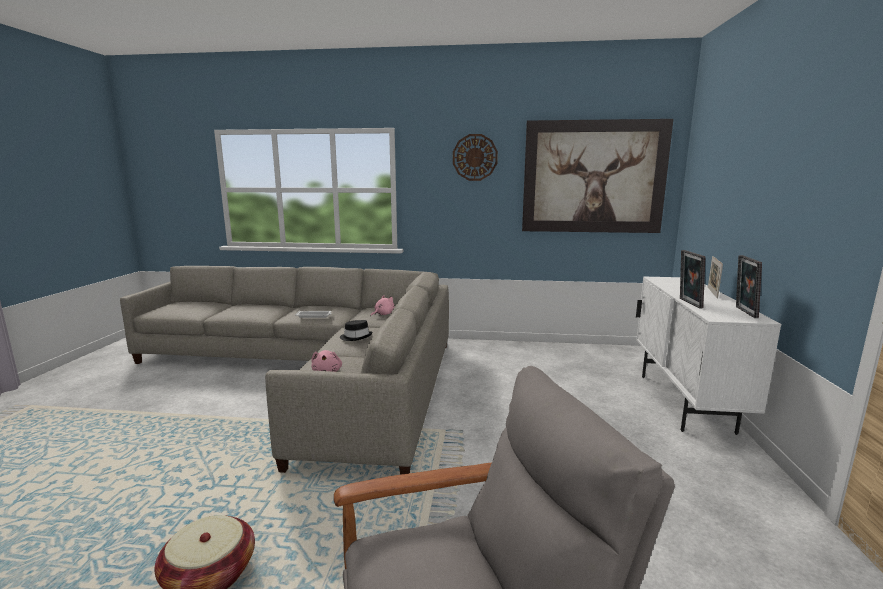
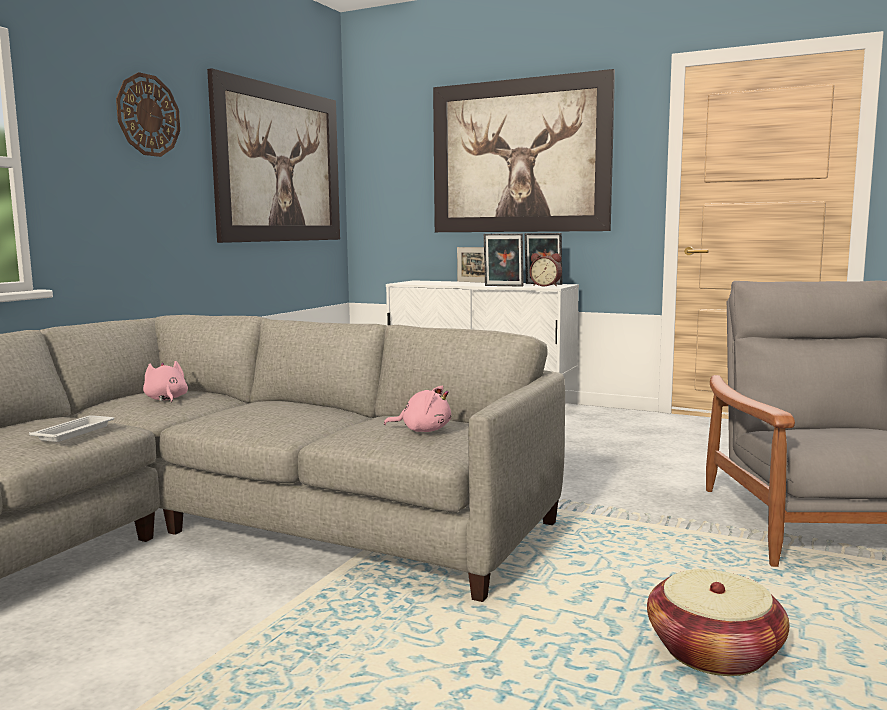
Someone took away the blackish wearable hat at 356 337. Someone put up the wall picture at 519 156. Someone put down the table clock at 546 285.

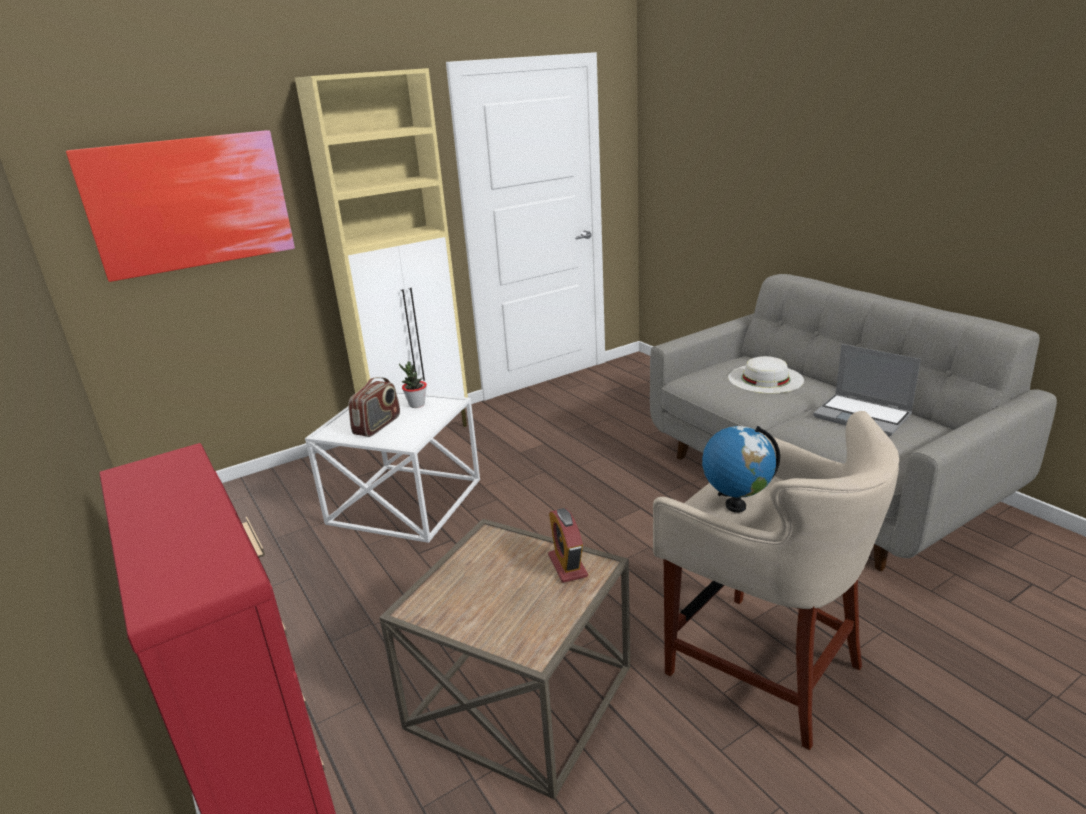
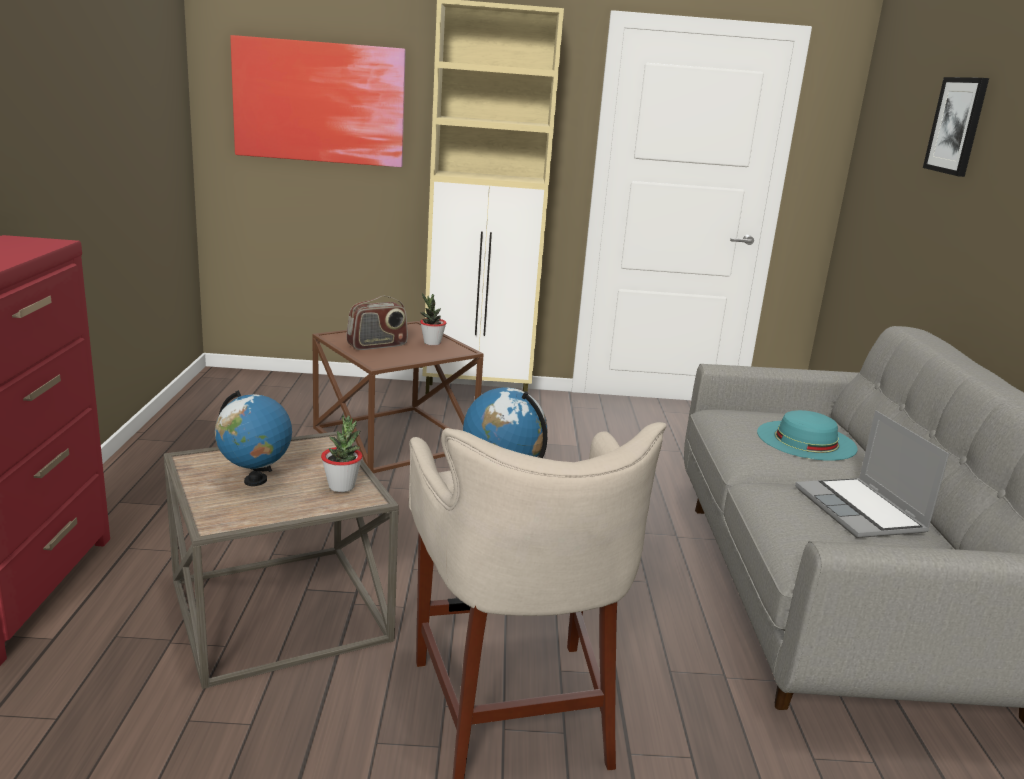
Someone put down the world globe at 255 481. Someone put up the wall picture at 957 126. Someone swapped the table clock at 567 566 for the plant in a pot at 342 486. Someone repainted the white-coloured accent table at 405 500, which became the brown accent table at 394 437. Someone repainted the white-coloured wearable hat at 765 378, which became the turquoise wearable hat at 806 440.

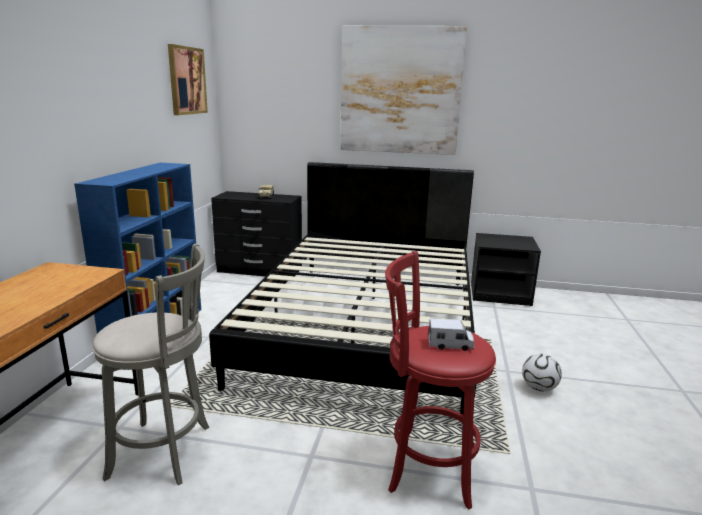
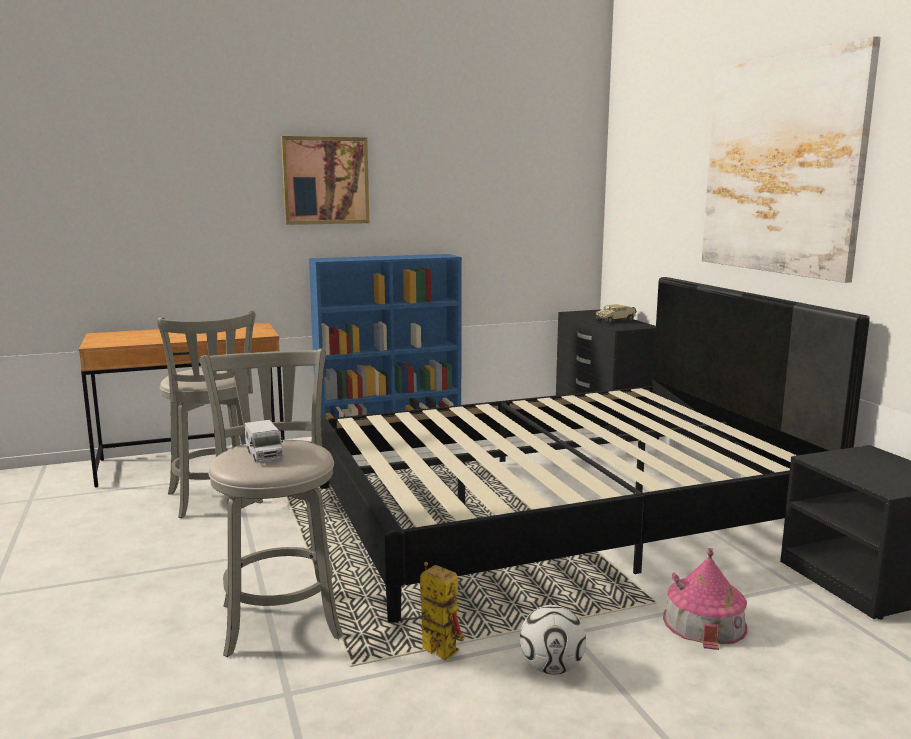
Someone put down the model robot at 431 649. Someone put down the model house at 704 622. Someone carried the wall picture from 187 81 to 325 180. Someone repainted the red-coloured stool at 427 467, which became the grey stool at 281 617.

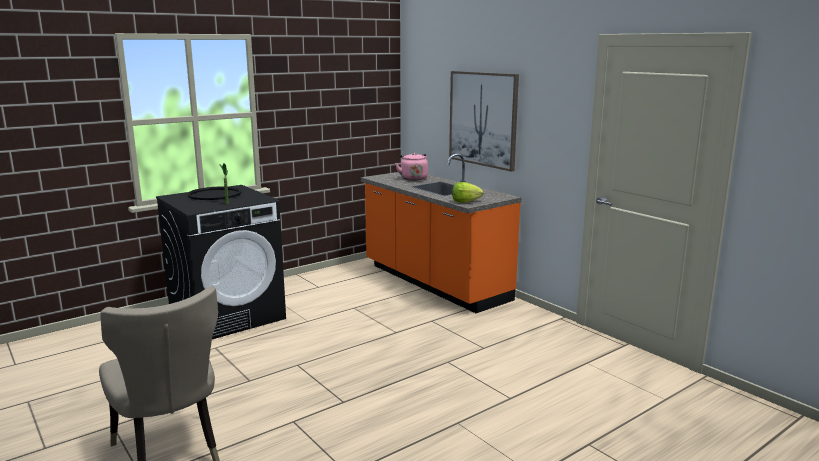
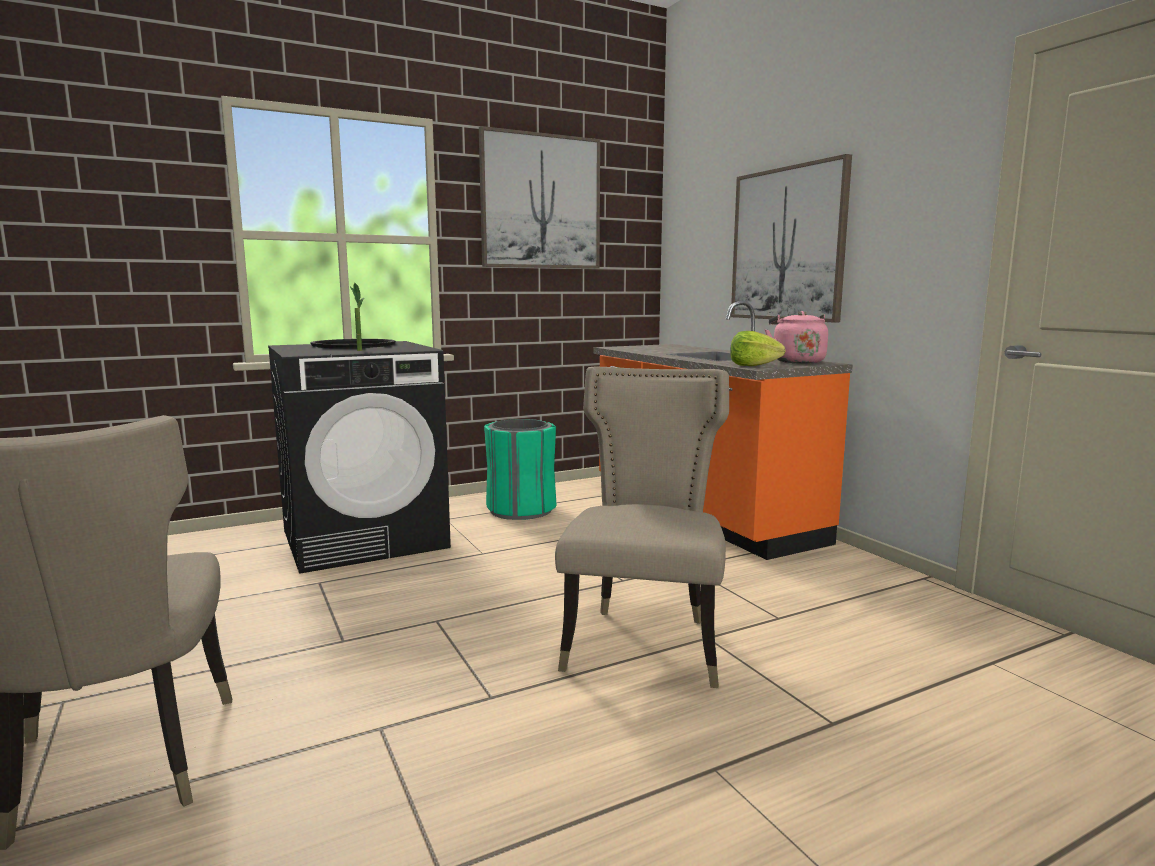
Someone put up the wall picture at 541 202. Someone put down the green-coloured trash can at 521 510. Someone put down the beige plain chair at 645 643. Someone carried the pink kettle from 413 178 to 796 361.

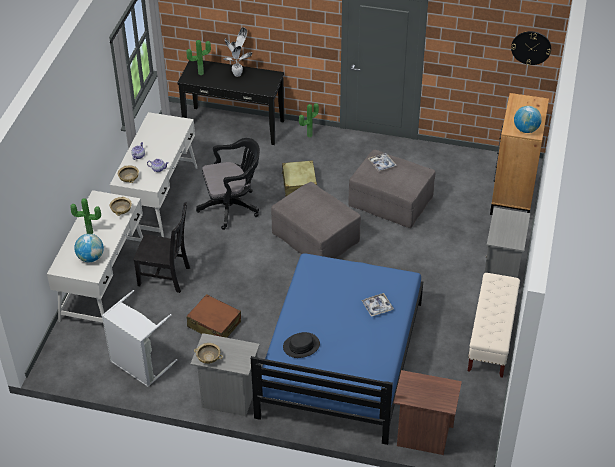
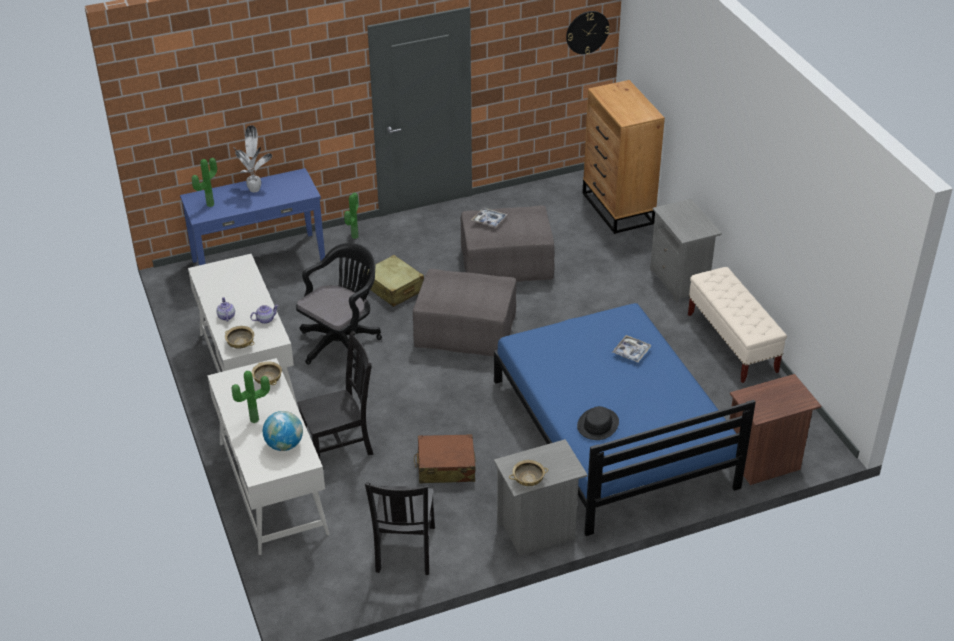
Someone took away the world globe at 526 129. Someone swapped the grey washing basket at 139 365 for the blackish plain chair at 405 551. Someone repainted the blackish hall table at 234 125, which became the blue hall table at 258 260.

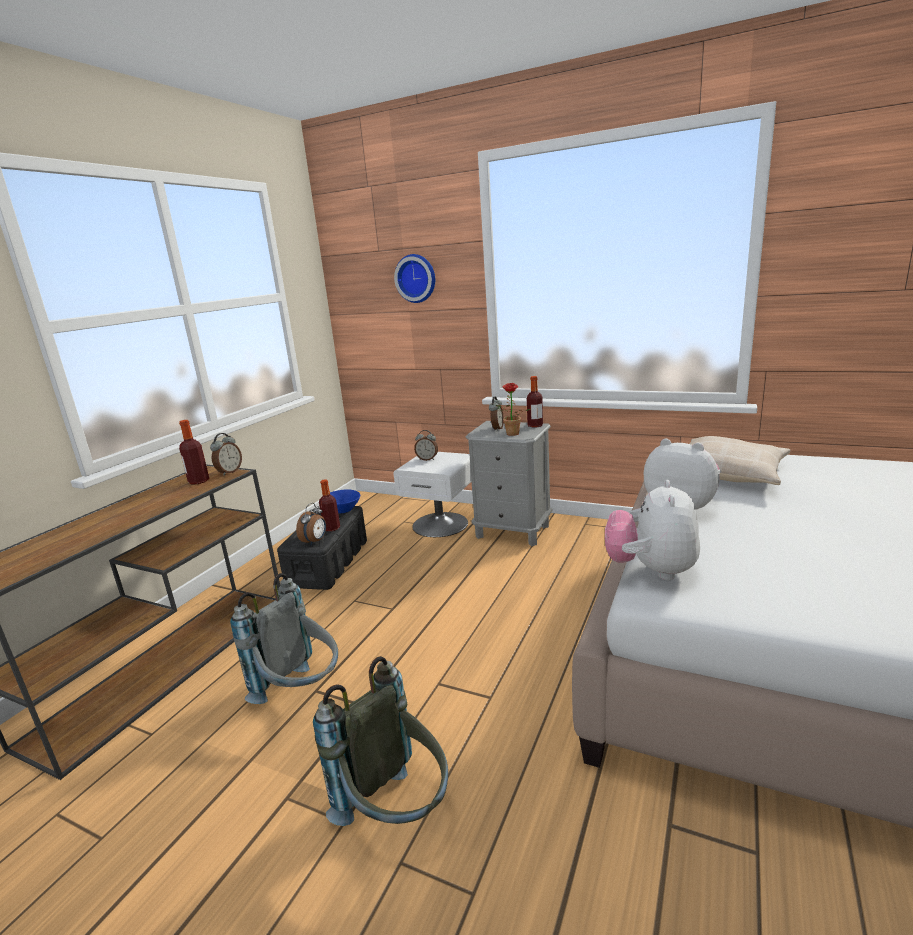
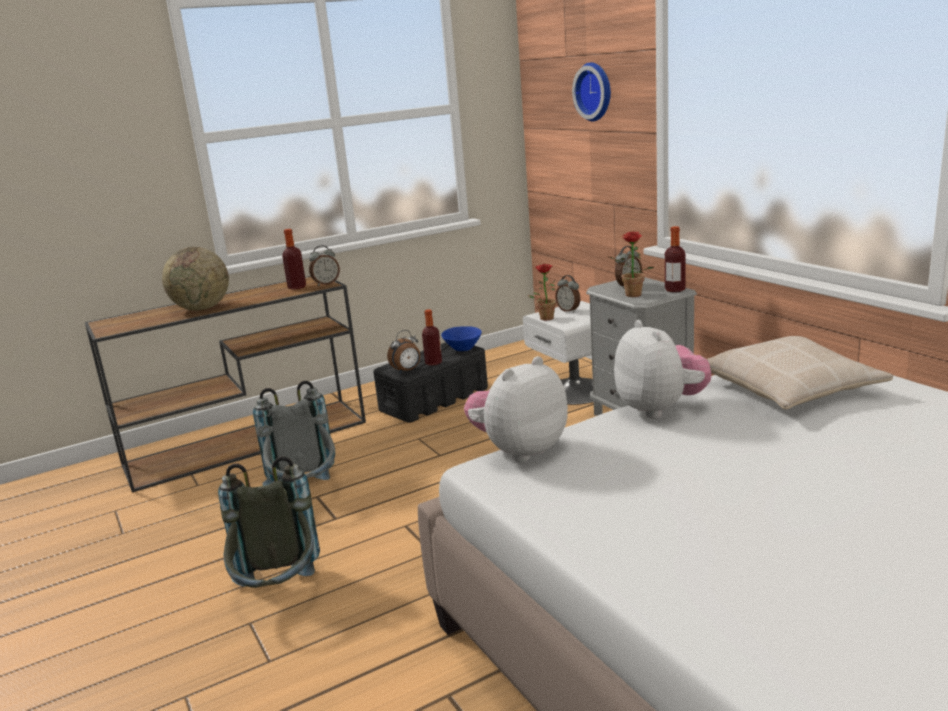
Someone put down the world globe at 202 308. Someone put down the plant in a pot at 545 317.

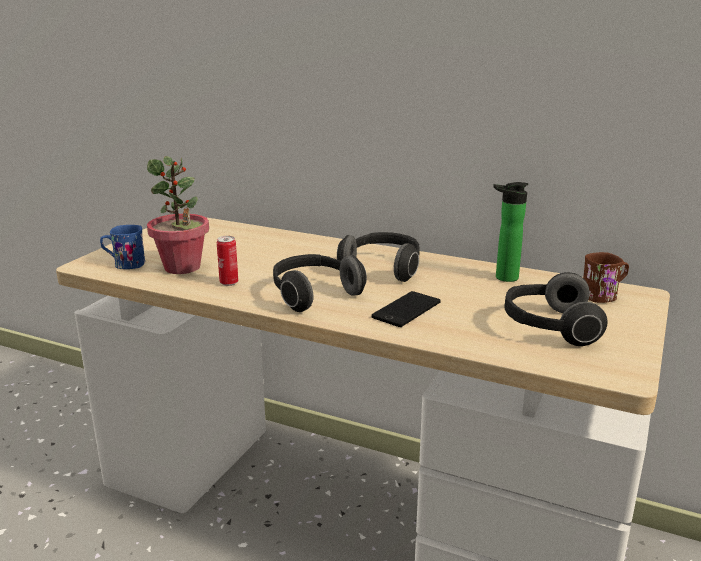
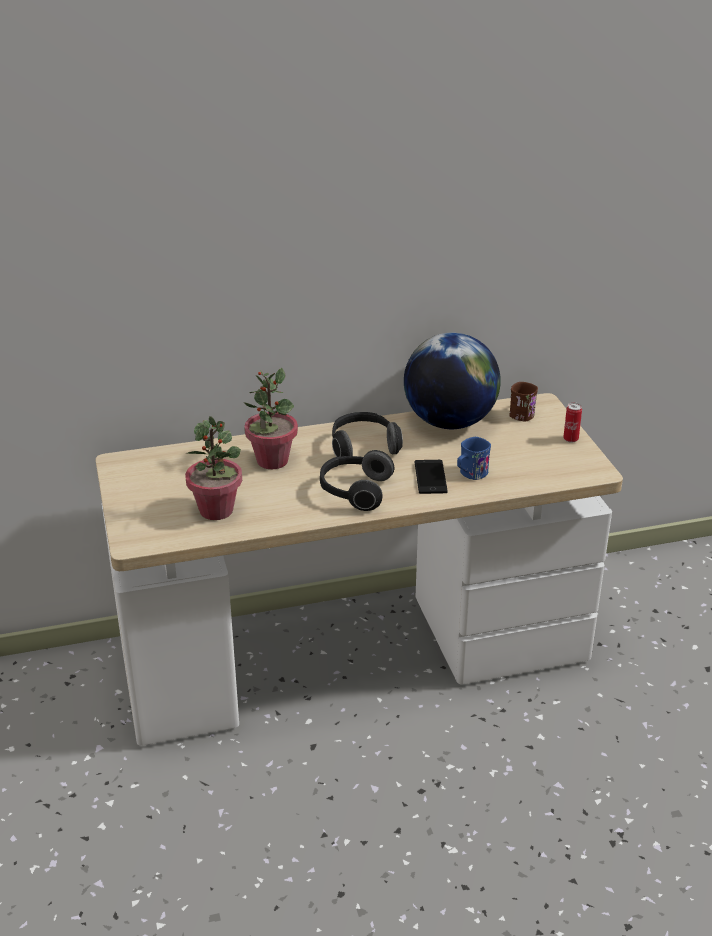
Someone took away the headset at 548 327. Someone put down the plant in a pot at 272 461. Someone carried the blue tea mug from 124 264 to 470 474. Someone carried the sealed can from 229 283 to 570 439. Someone swapped the drink bottle at 503 278 for the world globe at 449 422.

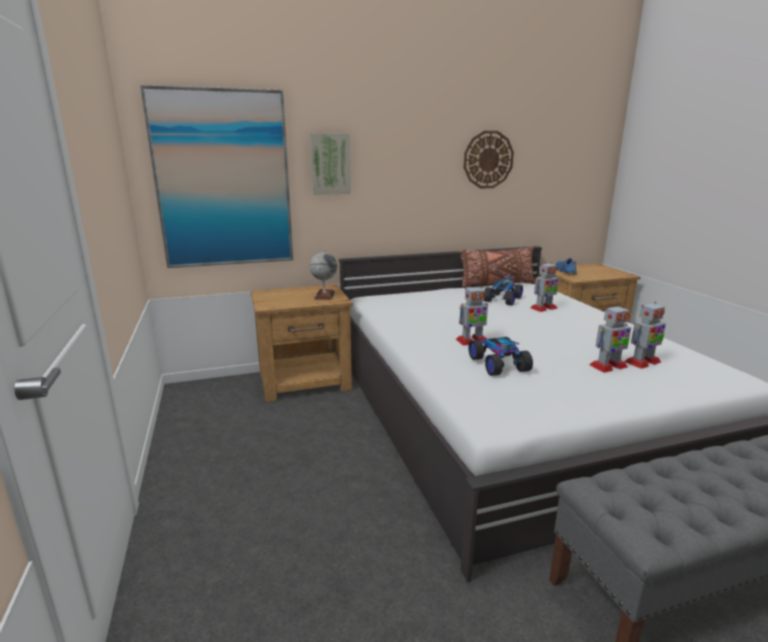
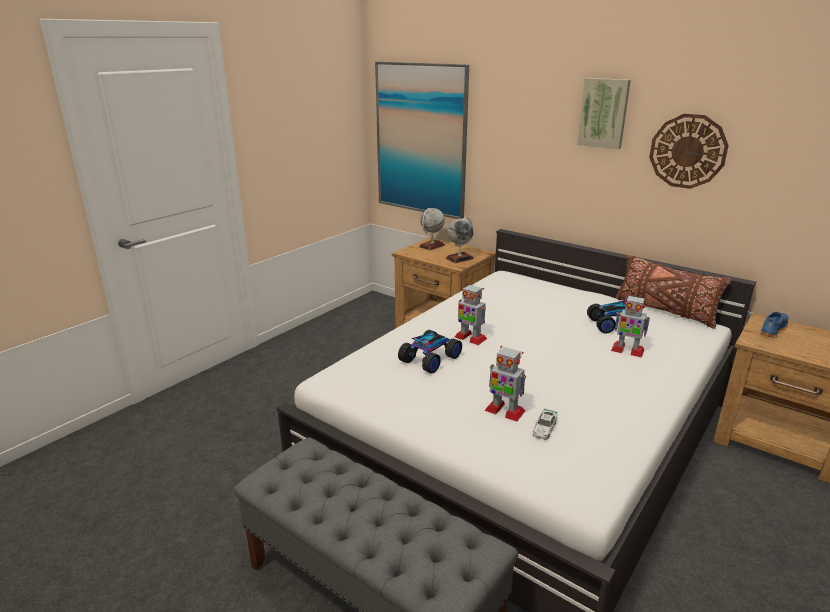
Someone put down the world globe at 432 246. Someone carried the wall picture from 330 164 to 604 113. Someone swapped the model robot at 642 362 for the miniature car at 544 428.

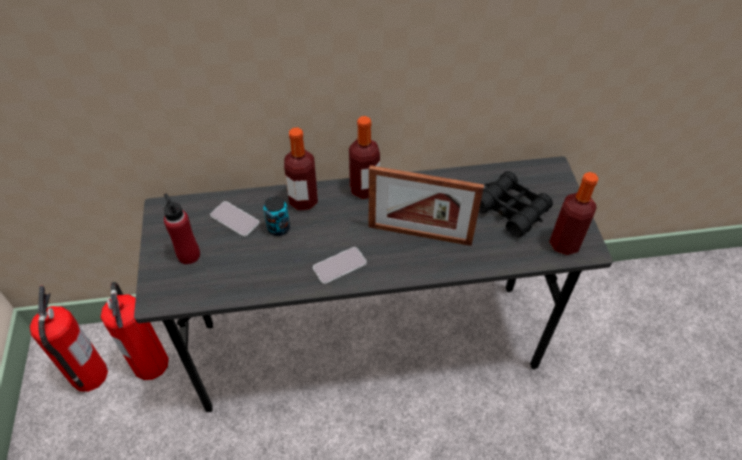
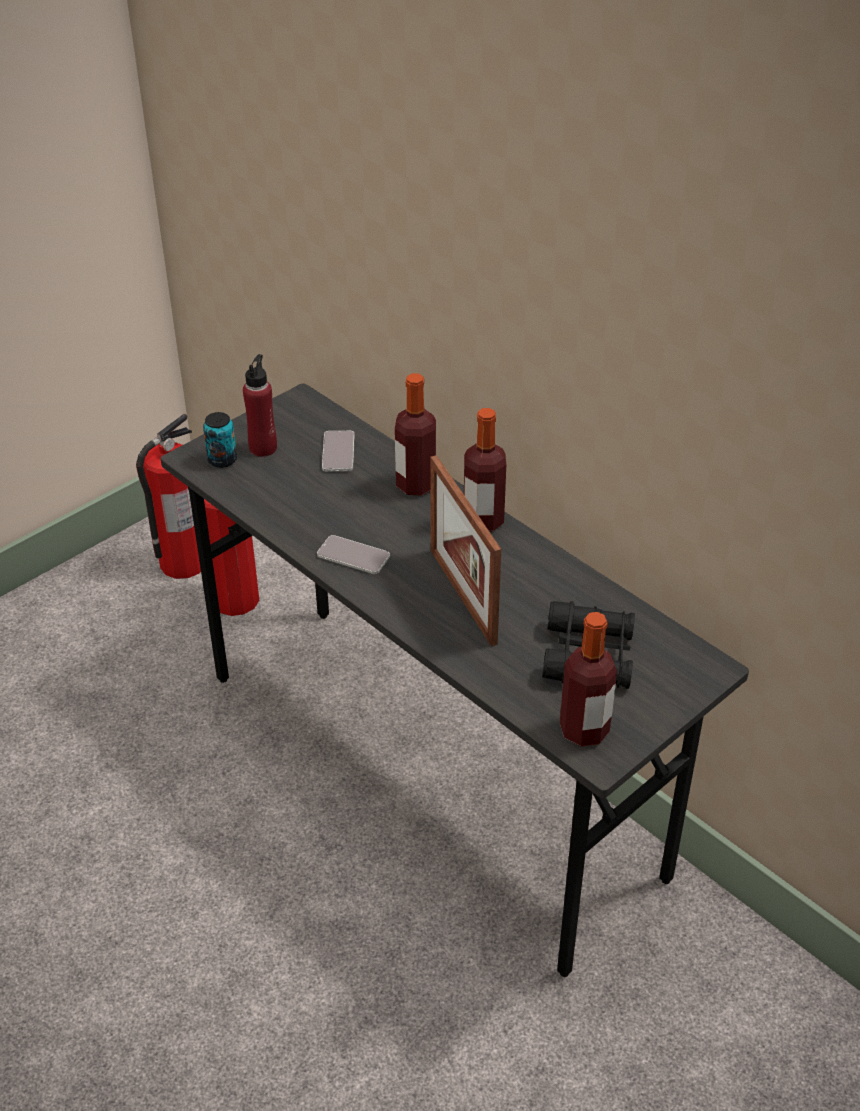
Someone carried the sealed can from 278 228 to 222 460.

